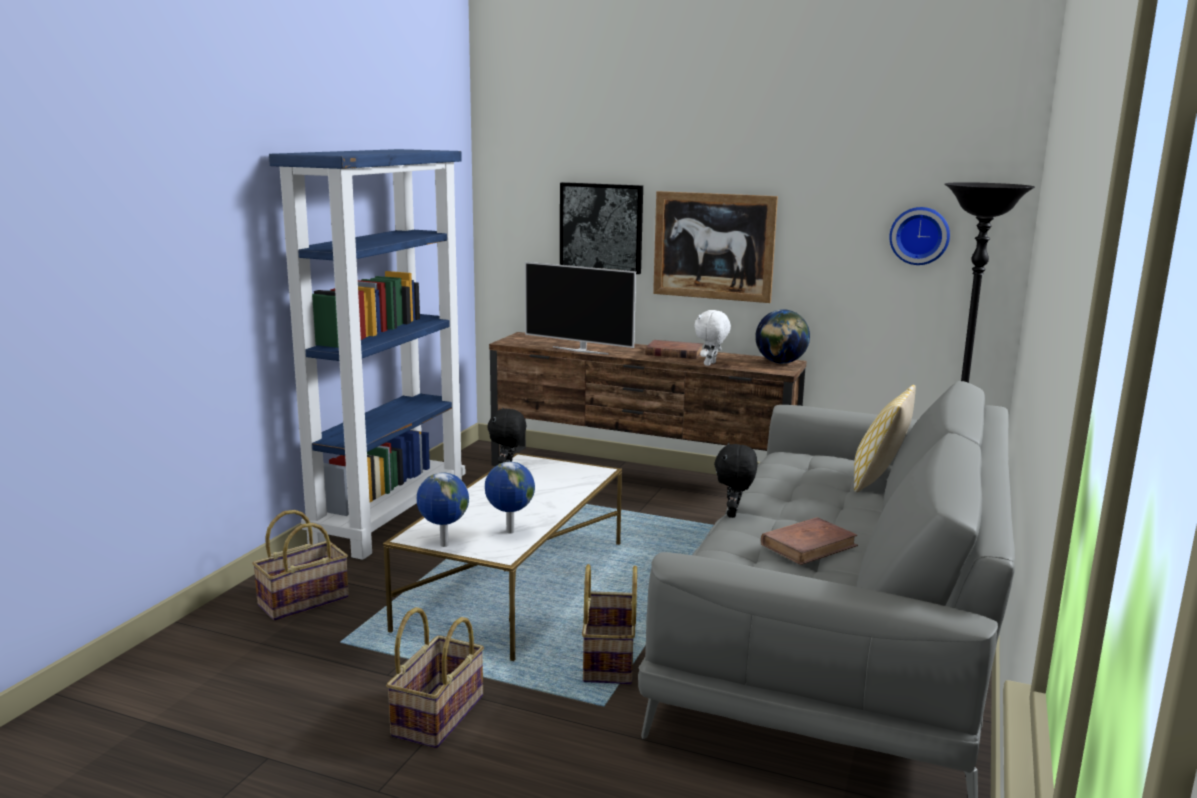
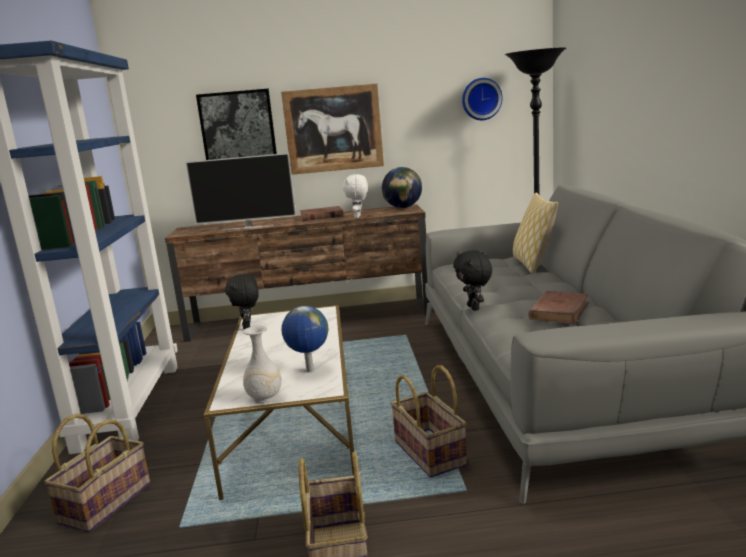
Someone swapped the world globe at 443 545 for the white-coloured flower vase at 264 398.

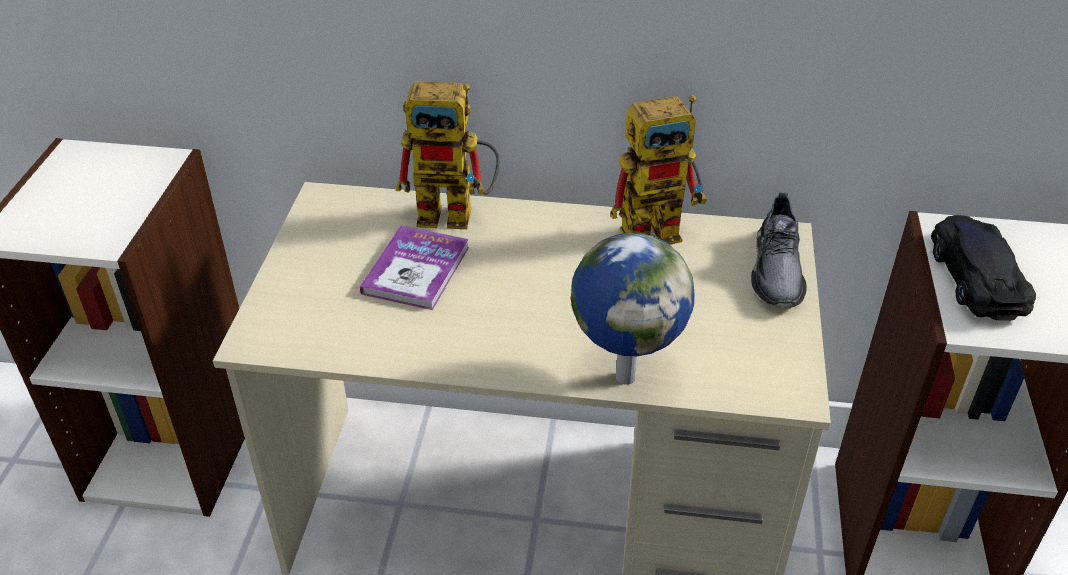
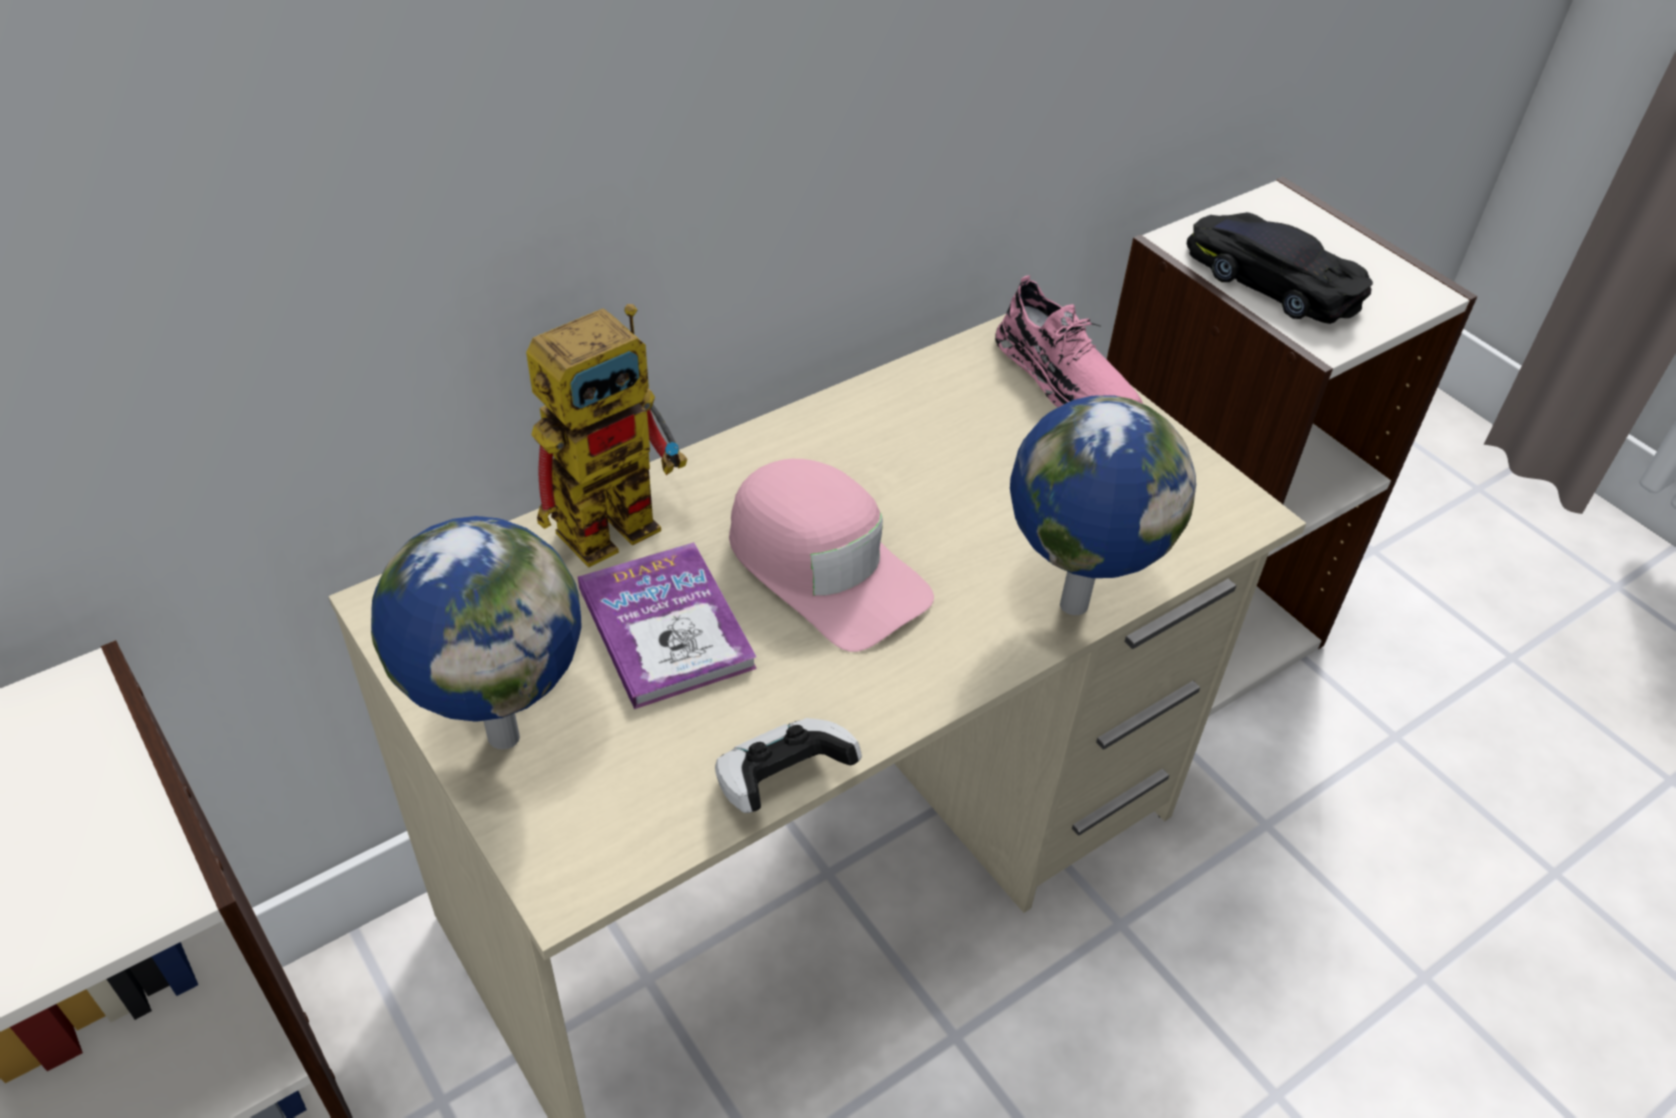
Someone took away the model robot at 661 229. Someone put down the world globe at 503 734. Someone put down the joypad at 782 782. Someone put down the pink baseball cap at 824 567. Someone repainted the grey low shoe at 777 270, which became the pink low shoe at 1064 380.

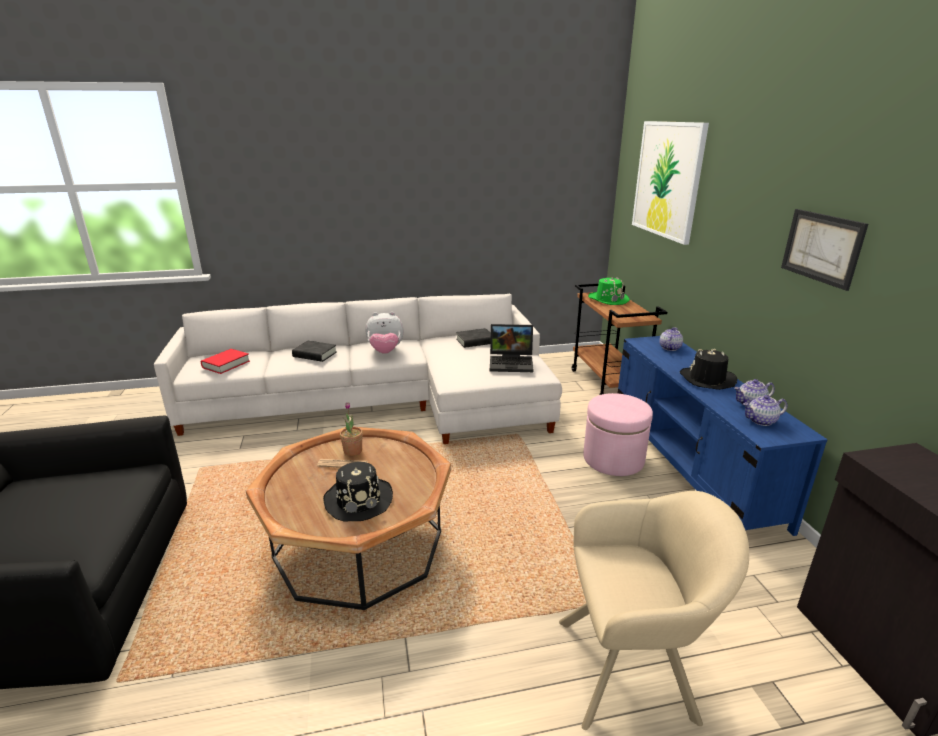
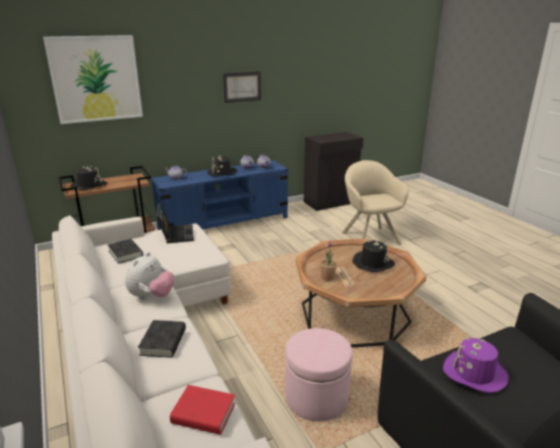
Someone put down the purple wearable hat at 474 372. Someone carried the pink ottoman from 613 459 to 316 397. Someone repainted the green-coloured wearable hat at 608 299, which became the blackish wearable hat at 89 185. Someone rotated the cuddly toy at 385 352 by 45 degrees clockwise.

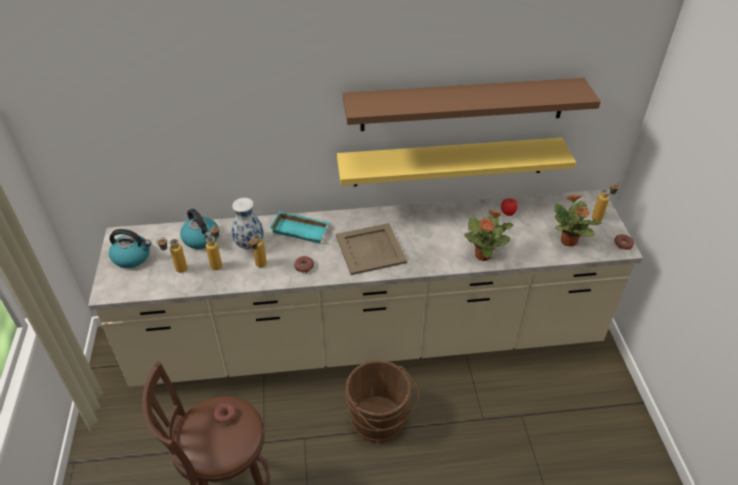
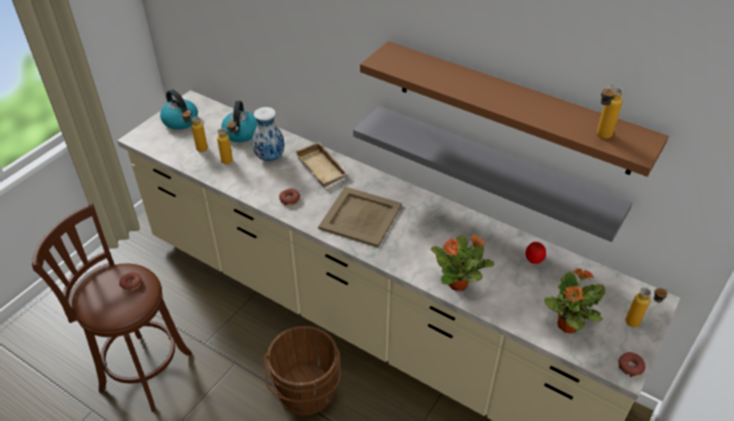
Someone carried the drink bottle from 259 267 to 599 137. Someone repainted the turquoise tray at 301 229, which became the beige tray at 323 167. Someone repainted the yellowish wall shelf at 449 162, which became the grey wall shelf at 493 169.

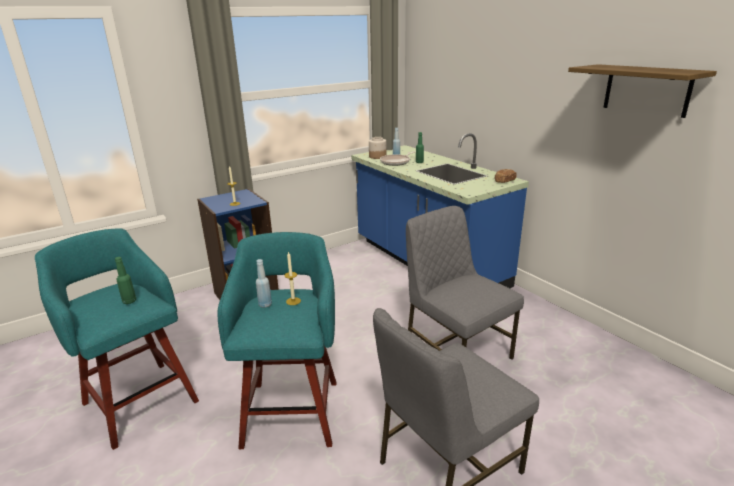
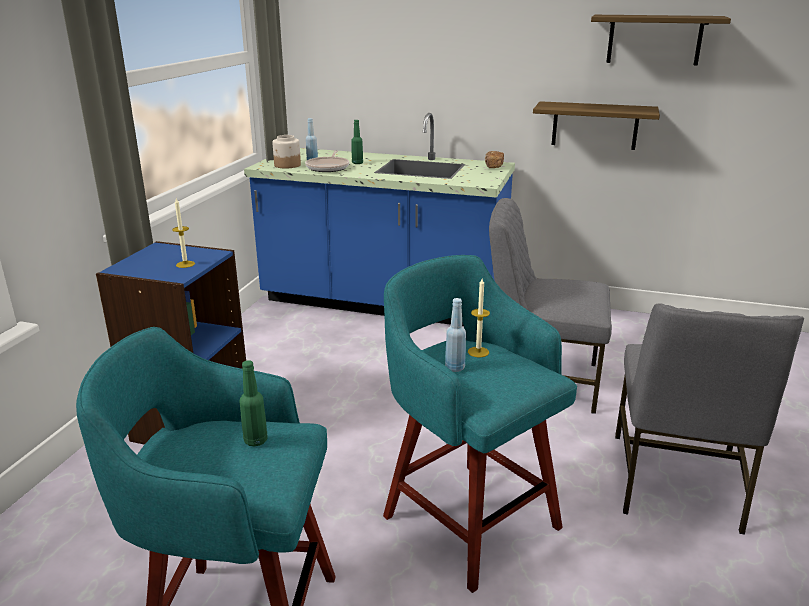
Someone put up the wall shelf at 595 125.

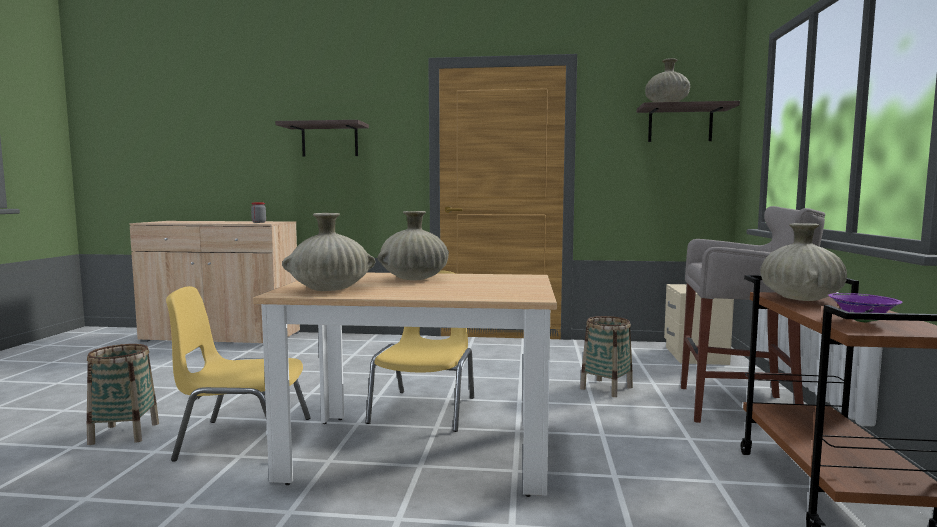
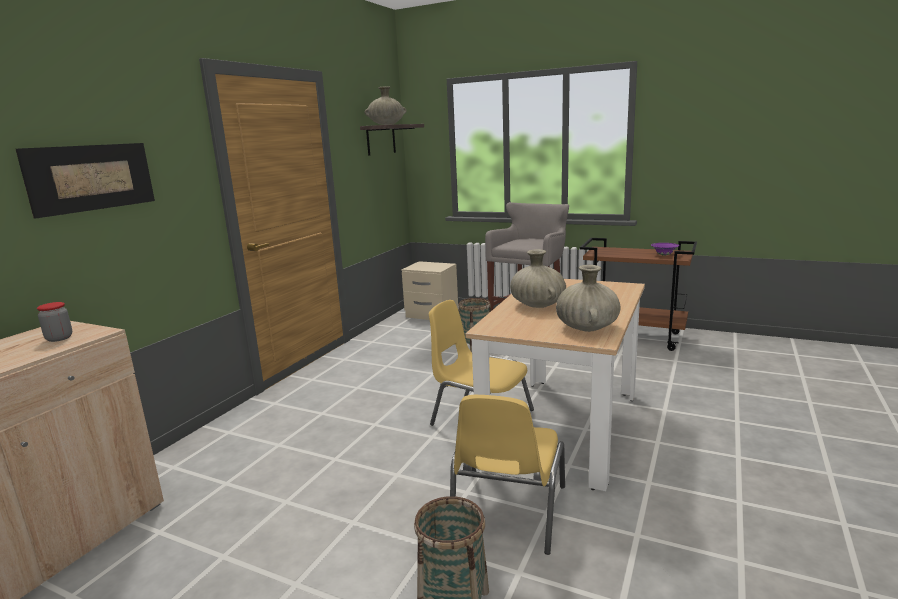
Someone took away the beige flower vase at 800 299. Someone swapped the wall shelf at 329 140 for the wall picture at 91 177.

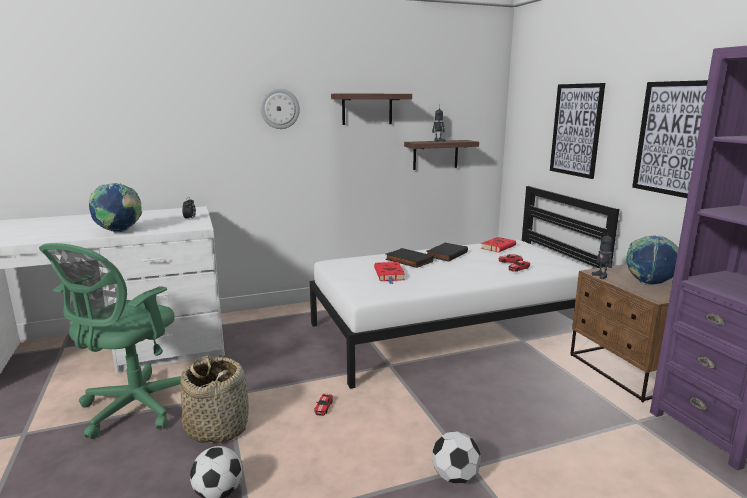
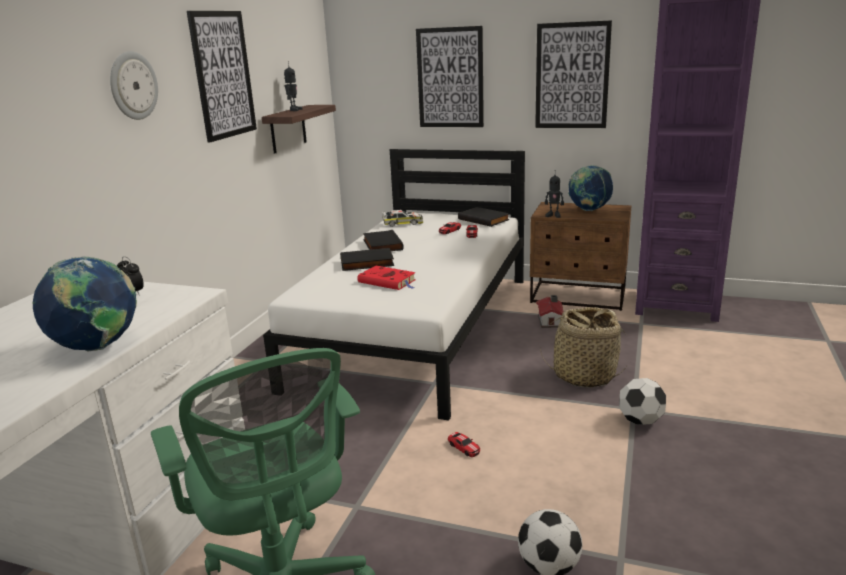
Someone put down the blackish volume at 484 219. Someone put down the model house at 550 321. Someone carried the basket from 217 427 to 584 375. Someone swapped the wall shelf at 367 109 for the wall picture at 223 75. Someone swapped the red-coloured volume at 498 247 for the miniature car at 402 223.

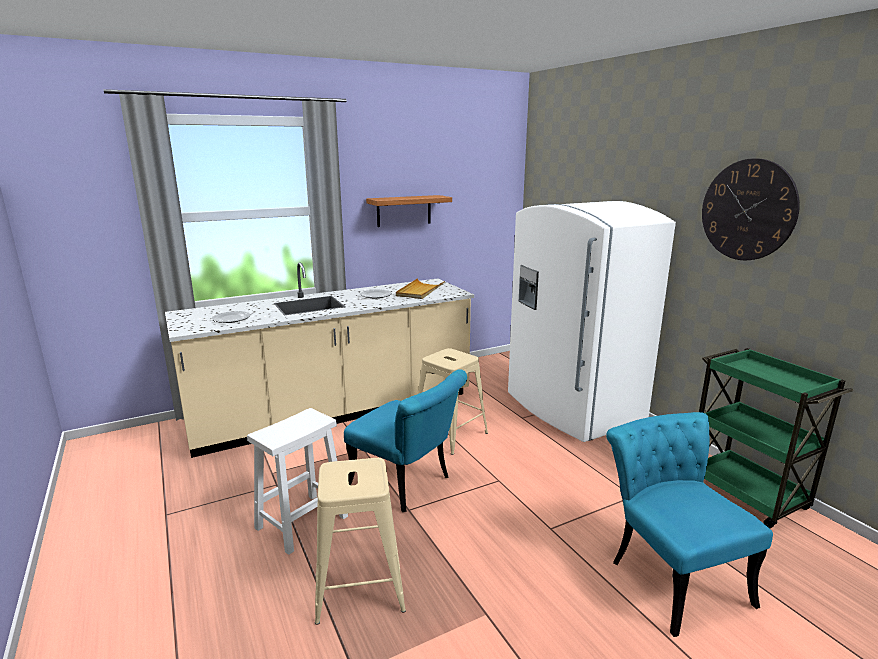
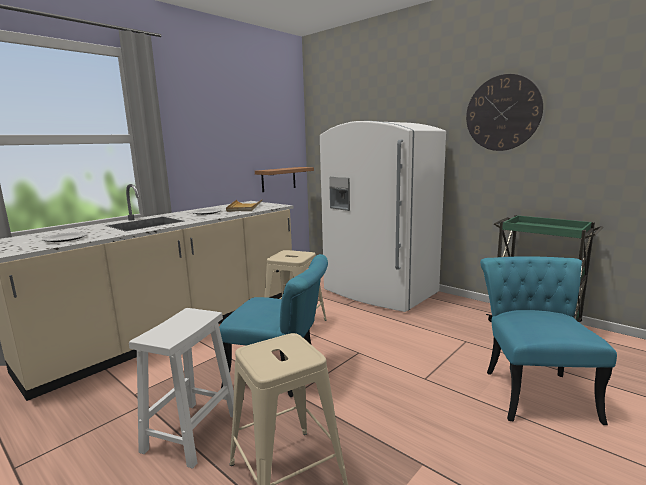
Someone carried the wall shelf from 404 211 to 278 179. Someone rotated the turquoise plain chair at 670 574 by 45 degrees clockwise.

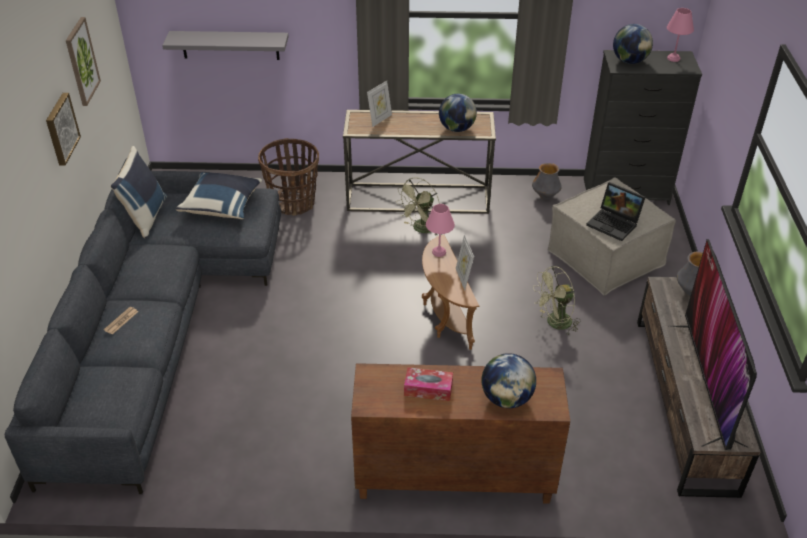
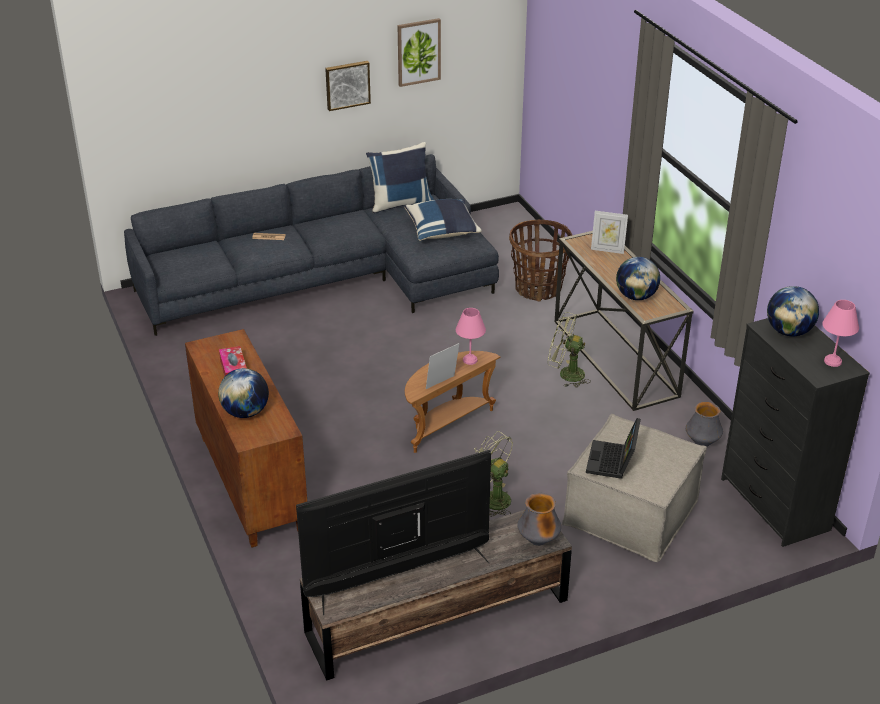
Someone took away the grey wall shelf at 230 45.

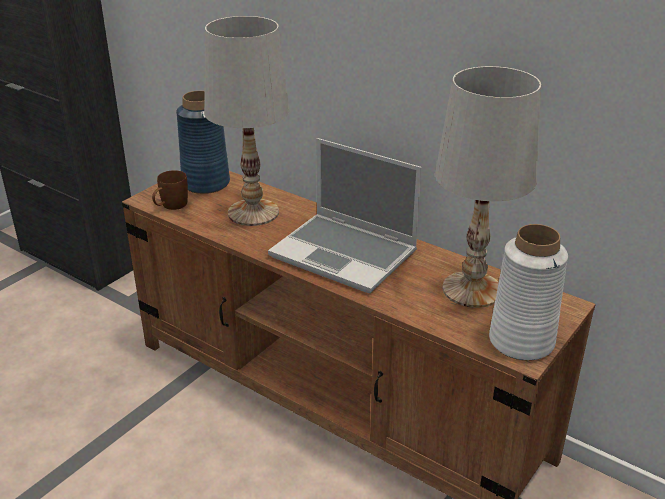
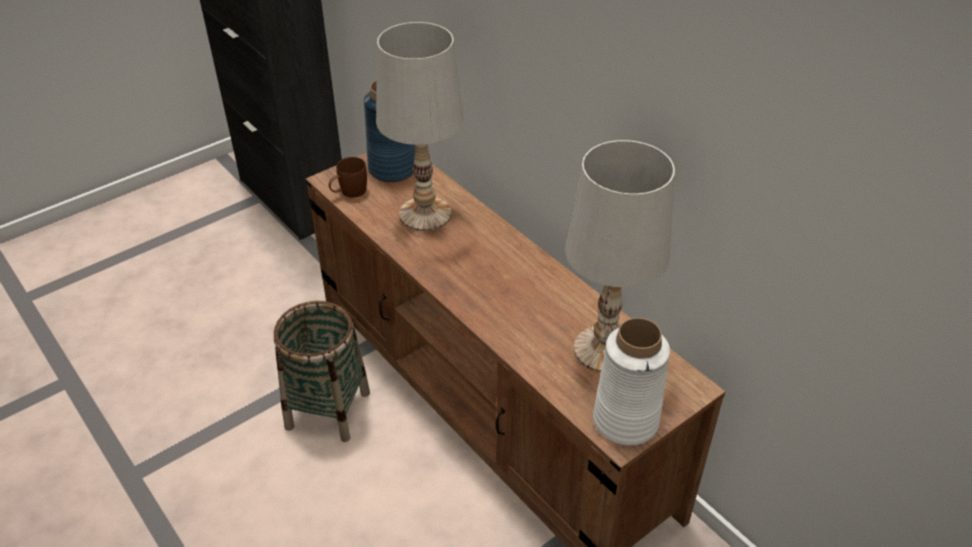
Someone took away the portable computer at 346 254. Someone put down the basket at 328 409.

